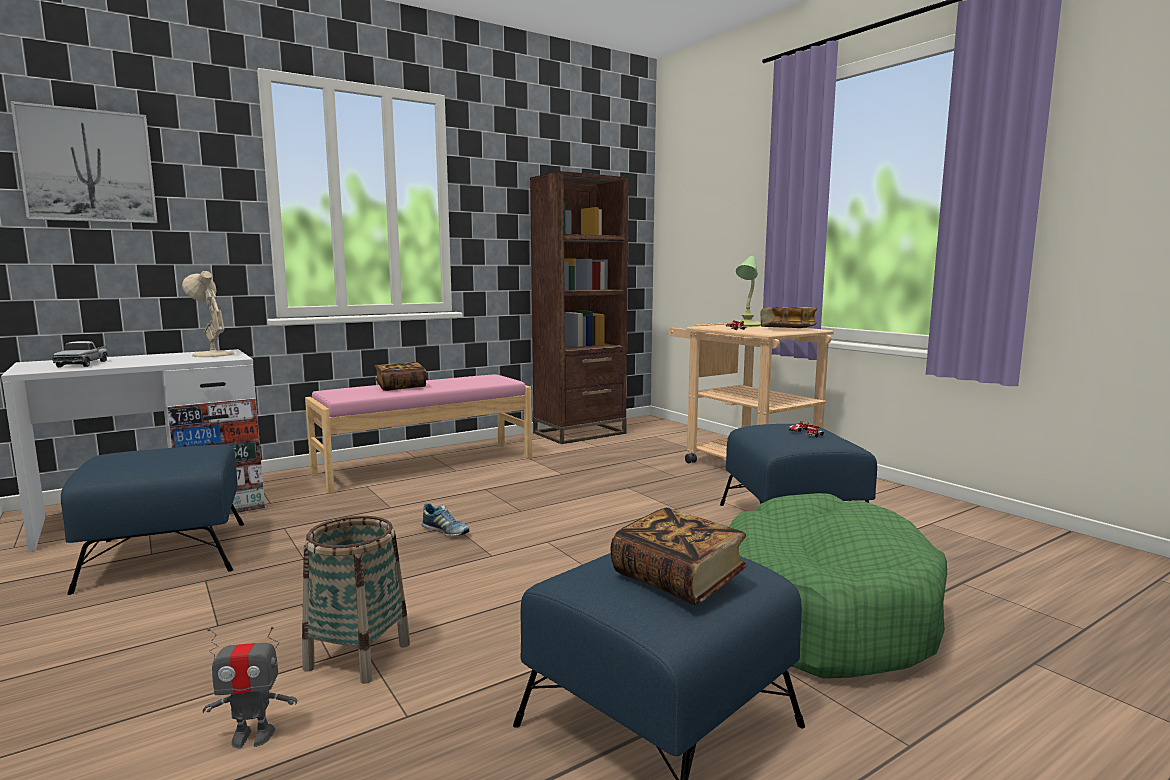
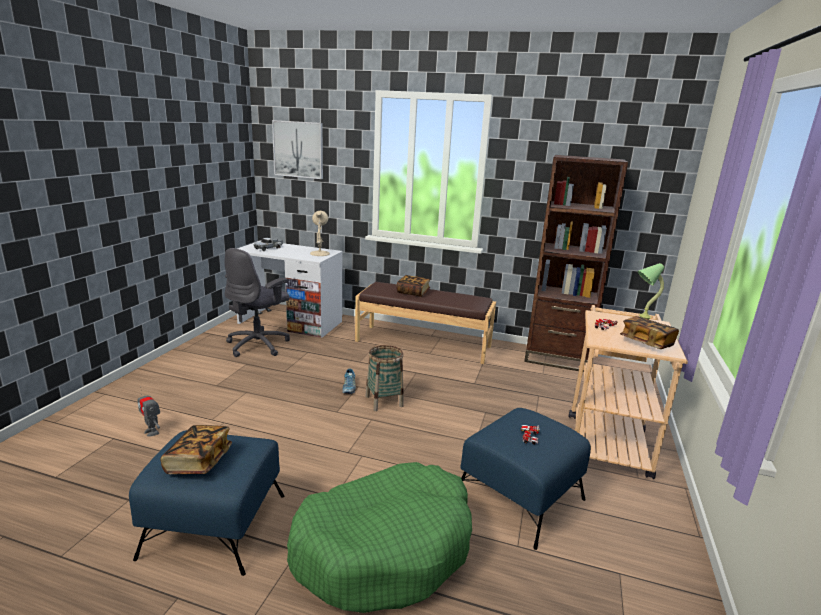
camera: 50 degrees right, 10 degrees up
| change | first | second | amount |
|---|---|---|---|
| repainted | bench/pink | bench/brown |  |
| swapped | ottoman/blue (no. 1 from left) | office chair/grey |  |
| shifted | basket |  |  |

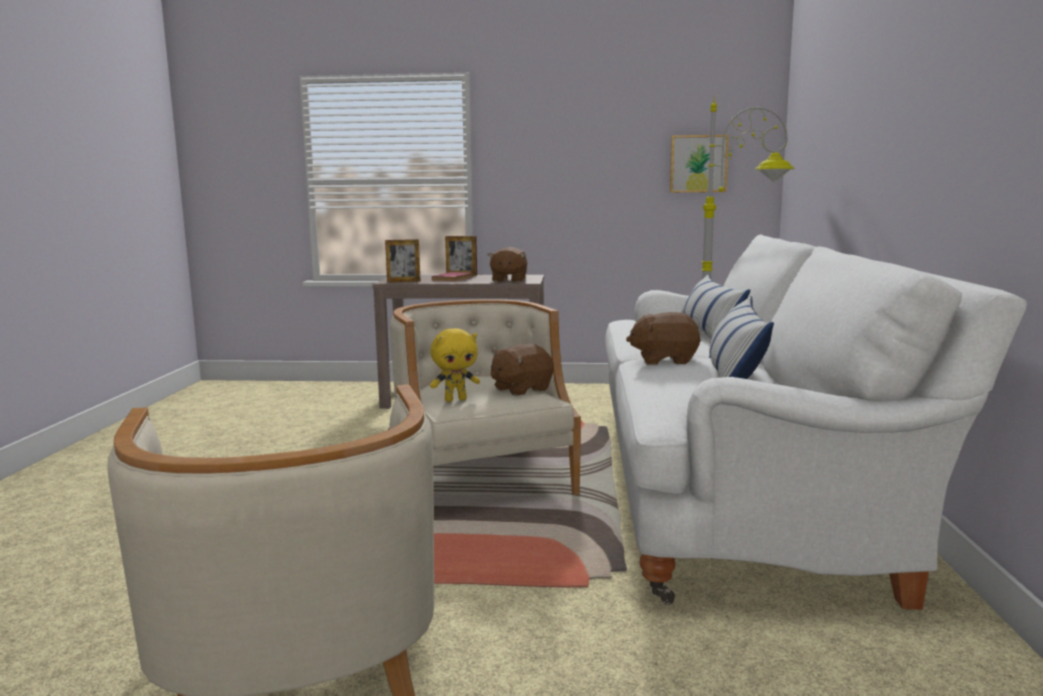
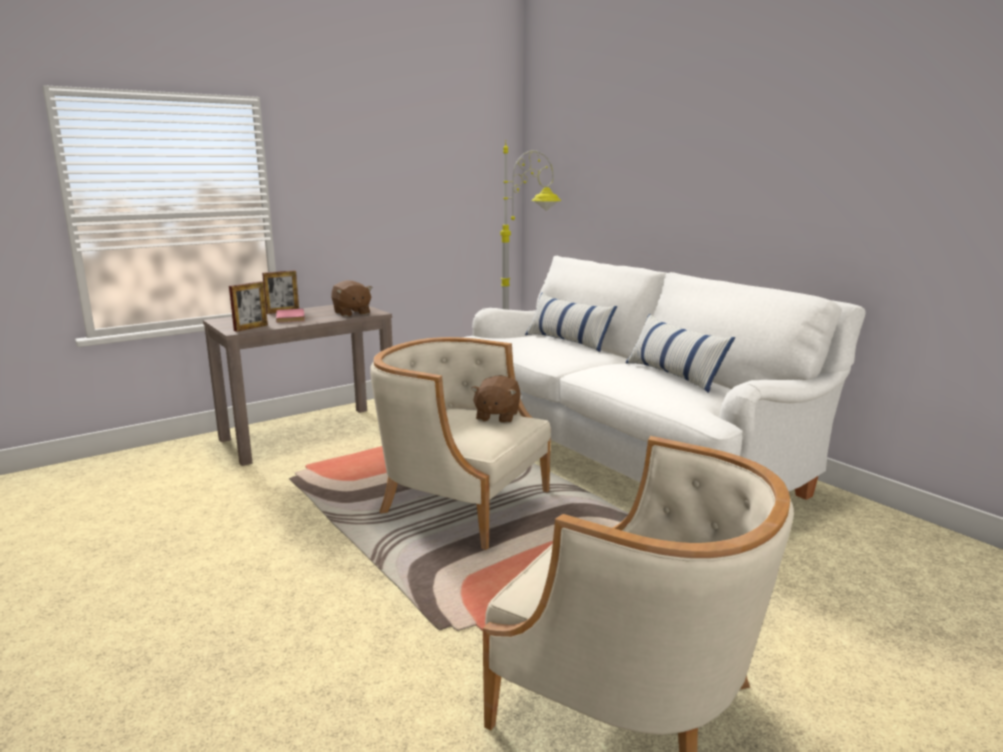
camera: 40 degrees left, 5 degrees up
| change | first | second | amount |
|---|---|---|---|
| gone | picture |  |  |
| gone | plush toy/brown (no. 3 from left) |  |  |
| gone | plush toy/yellow |  |  |

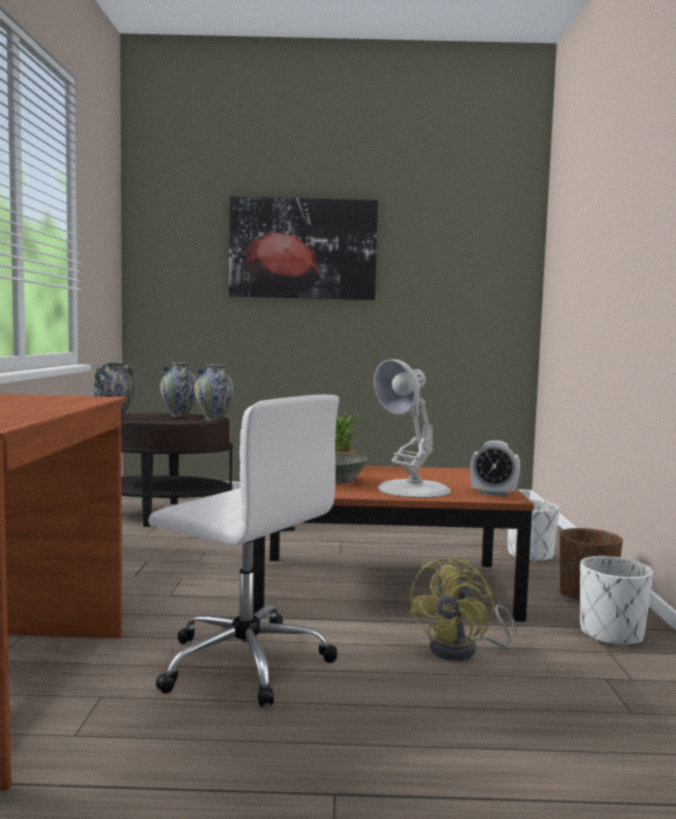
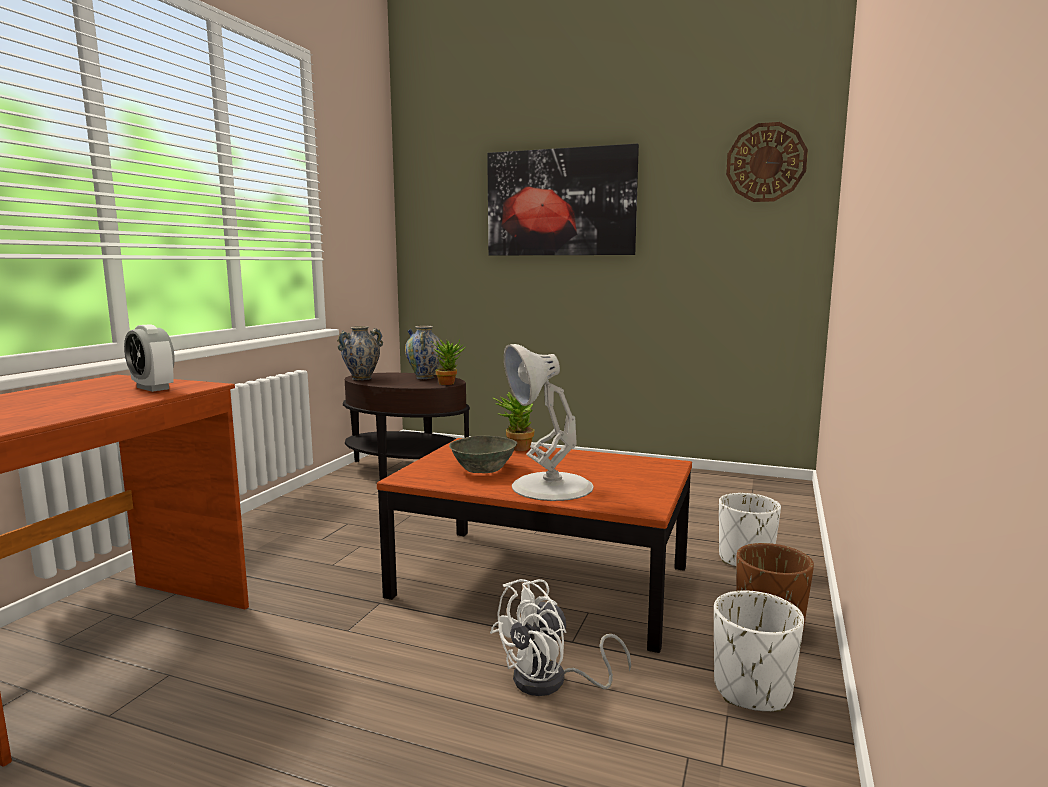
camera: 20 degrees right, 5 degrees up
| change | first | second | amount |
|---|---|---|---|
| swapped | vase (no. 3 from left) | potted plant (no. 1 from left) |  |
| gone | office chair/white |  |  |
| shifted | alarm clock |  |  |
| repainted | fan/yellow | fan/white |  |
| new |  | wall clock |  |

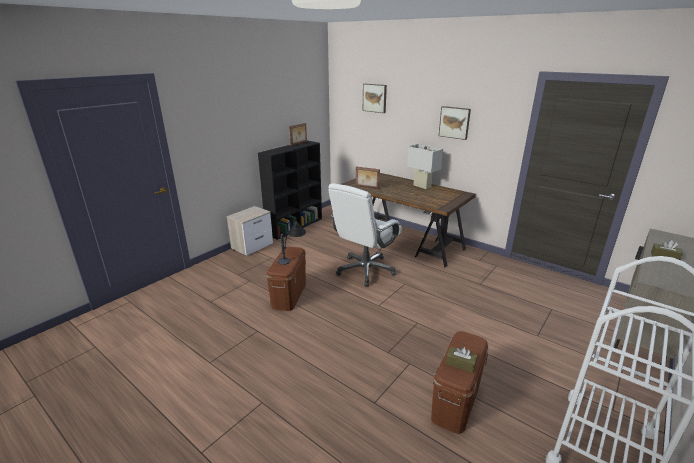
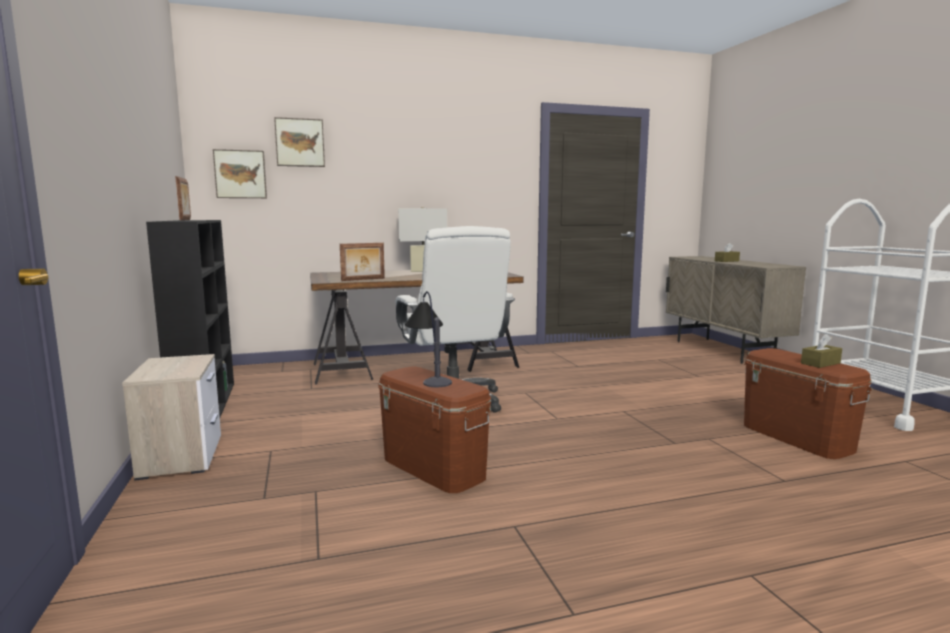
camera: 55 degrees left, 15 degrees down
| change | first | second | amount |
|---|---|---|---|
| shifted | picture (no. 2 from left in the first image) | picture (no. 1 from left) |  |

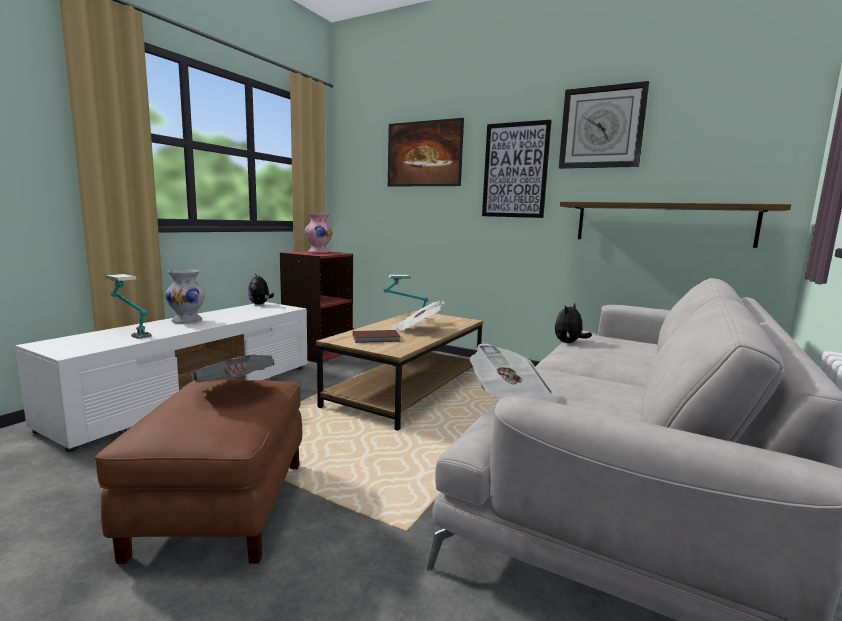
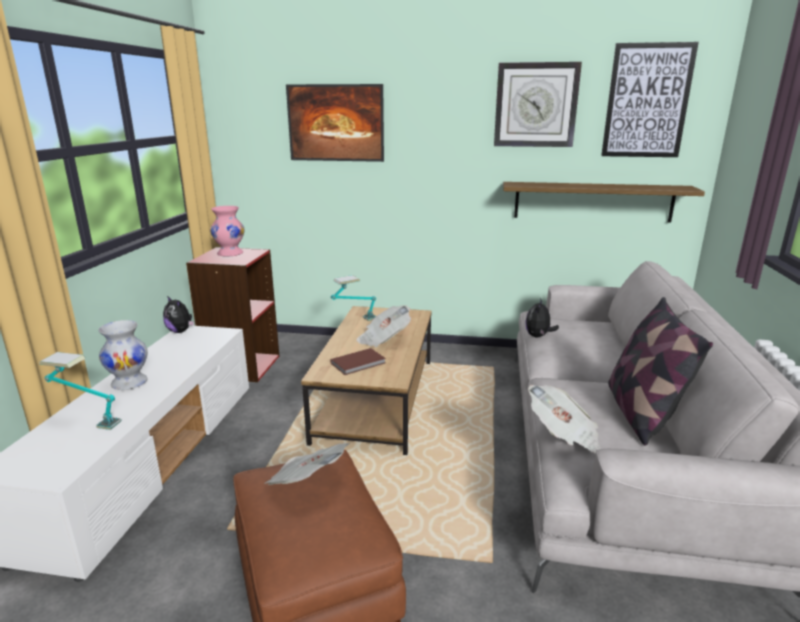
camera: 20 degrees left, 10 degrees up
| change | first | second | amount |
|---|---|---|---|
| shifted | picture (no. 2 from left) |  |  |
| new |  | pillow |  |

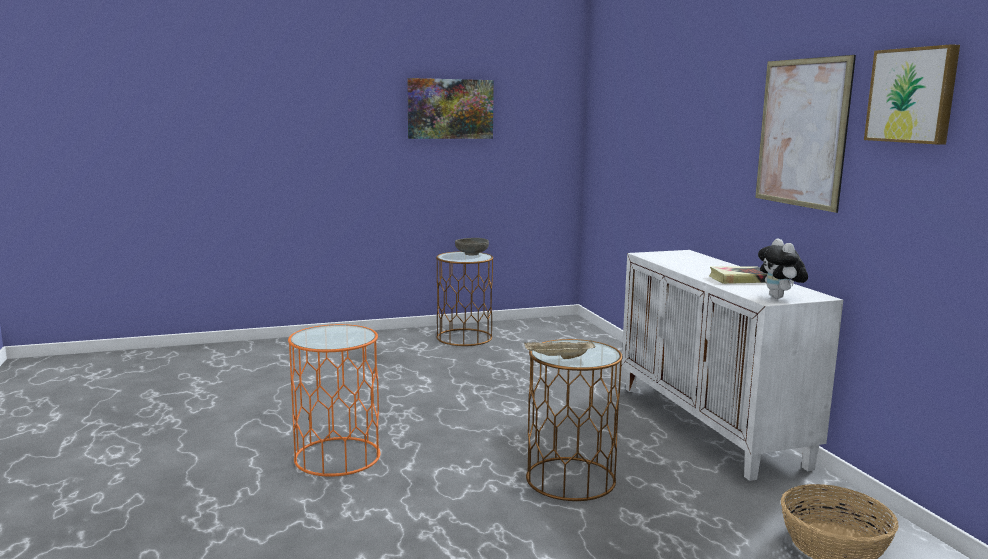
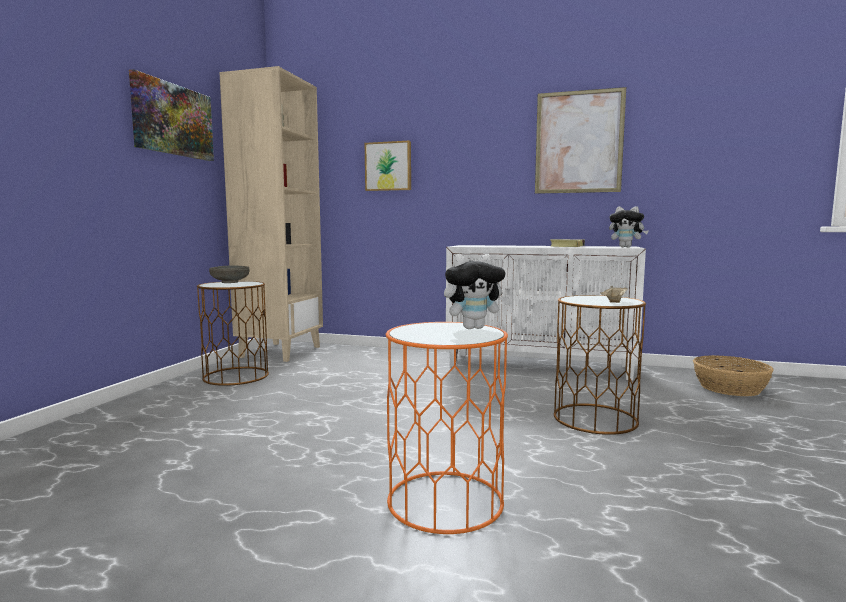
camera: 55 degrees left, 5 degrees down
| change | first | second | amount |
|---|---|---|---|
| shifted | picture (no. 3 from left in the first image) | picture (no. 2 from left) |  |
| new |  | bookcase/beige |  |
| new |  | plush toy (no. 1 from left) |  |

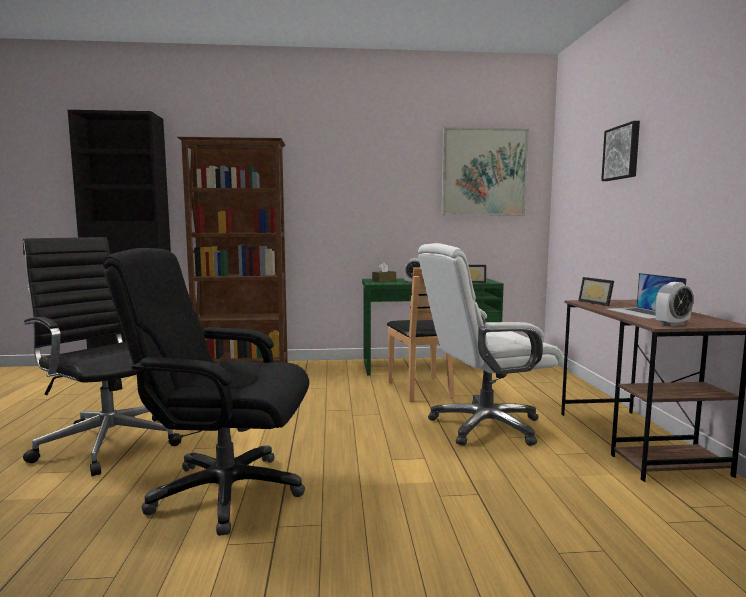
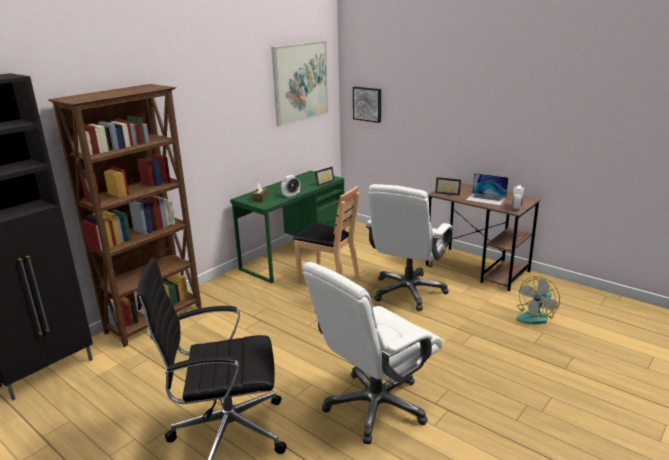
camera: 45 degrees left, 15 degrees up
| change | first | second | amount |
|---|---|---|---|
| shifted | picture (no. 2 from left) |  |  |
| repainted | office chair/black (no. 2 from left) | office chair/white (no. 1 from left) |  |
| new |  | fan |  |

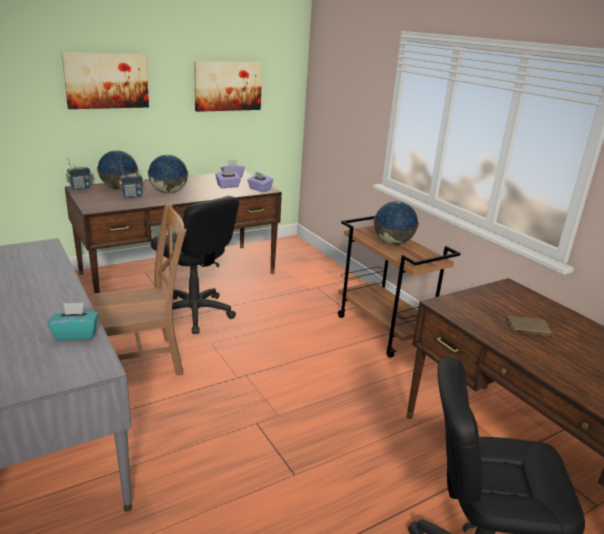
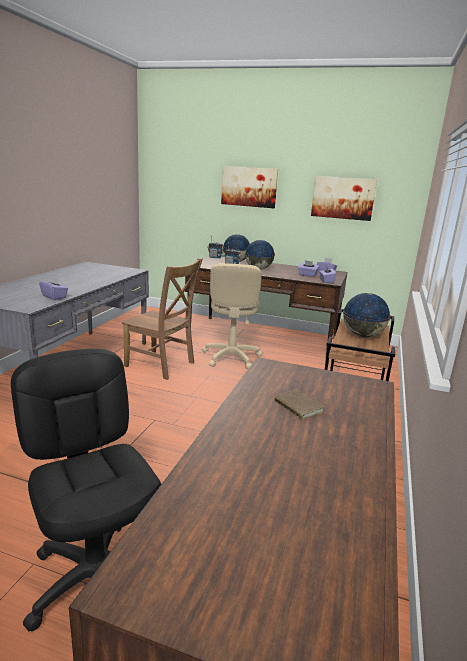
camera: 50 degrees right, 5 degrees down
| change | first | second | amount |
|---|---|---|---|
| repainted | office chair/black (no. 1 from left) | office chair/beige |  |
| repainted | tissue box/turquoise | tissue box/purple (no. 1 from left) |  |

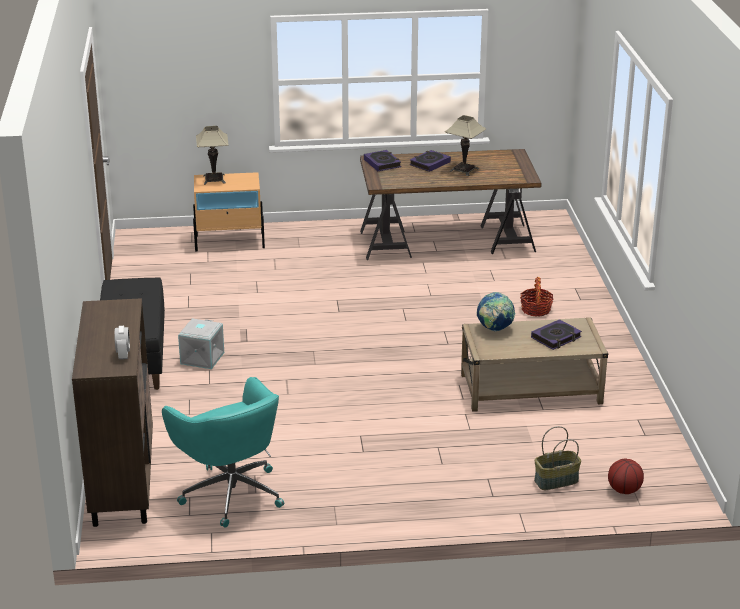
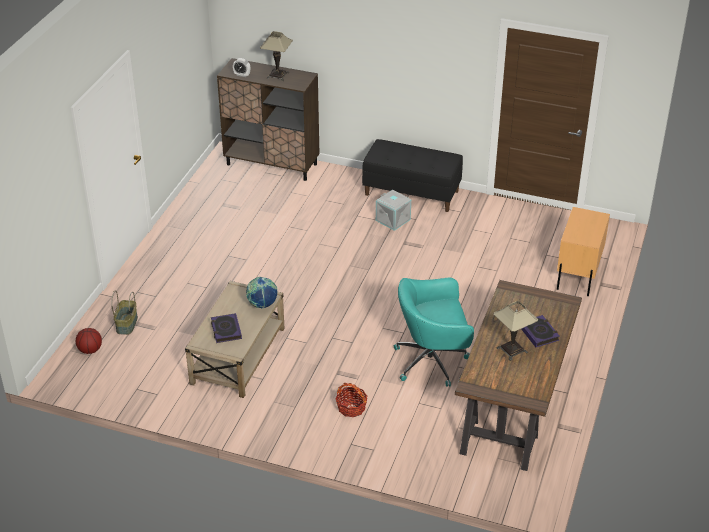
camera: 115 degrees right, 10 degrees up
| change | first | second | amount |
|---|---|---|---|
| shifted | table lamp (no. 1 from left) |  |  |
| gone | book (no. 1 from left) |  |  |
| shifted | office chair/turquoise |  |  |

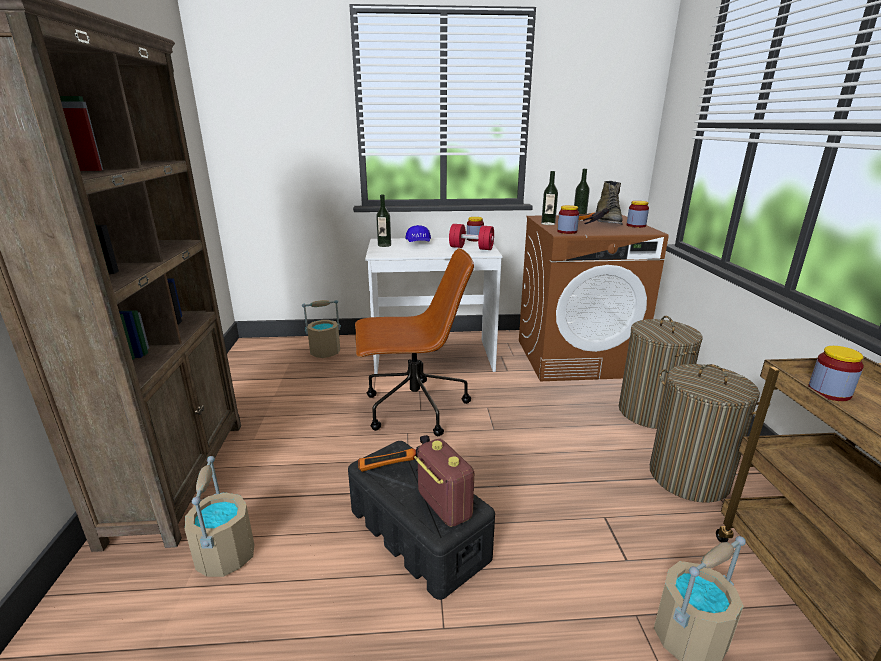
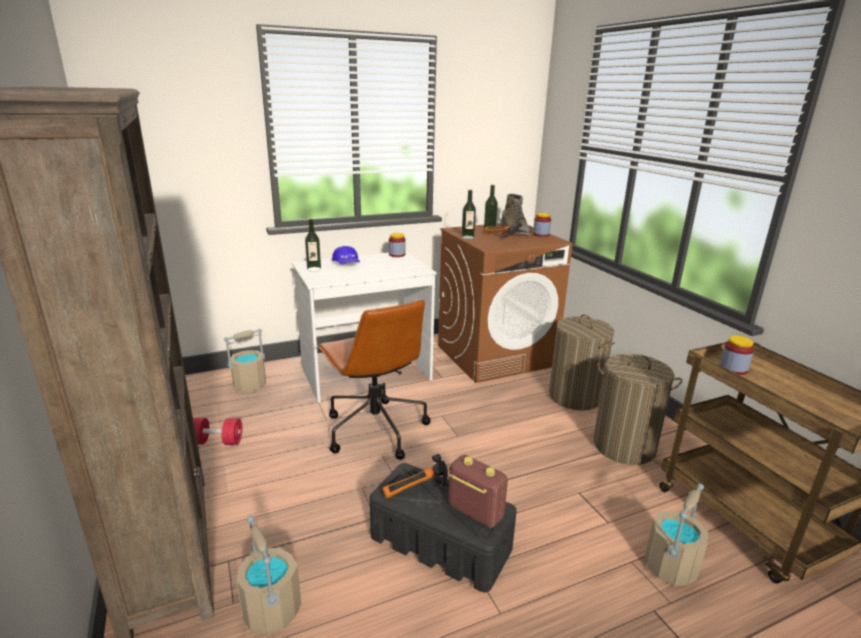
camera: 20 degrees left, 0 degrees up
| change | first | second | amount |
|---|---|---|---|
| gone | jar (no. 2 from left) |  |  |
| shifted | dumbbell/red |  |  |
| rotated | office chair/brown |  | 90 degrees clockwise |

